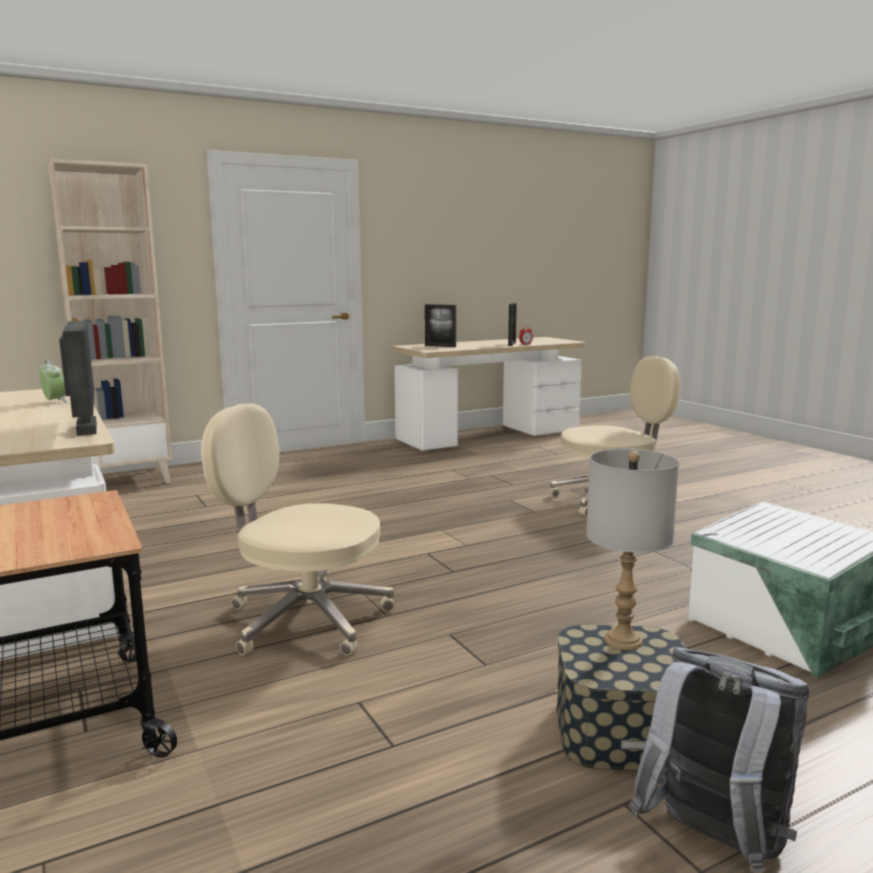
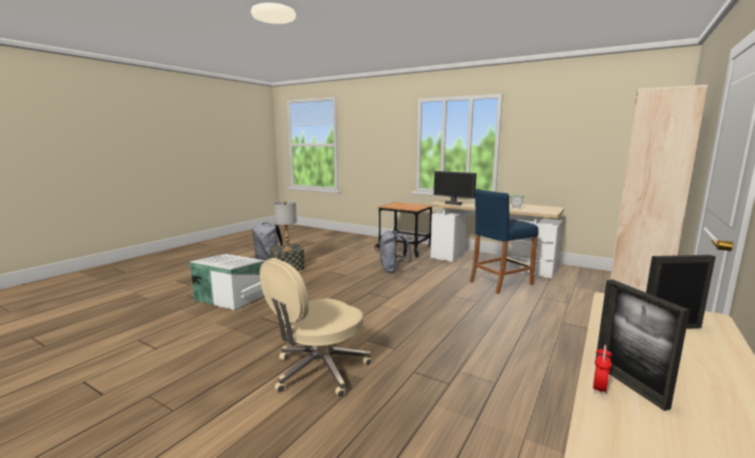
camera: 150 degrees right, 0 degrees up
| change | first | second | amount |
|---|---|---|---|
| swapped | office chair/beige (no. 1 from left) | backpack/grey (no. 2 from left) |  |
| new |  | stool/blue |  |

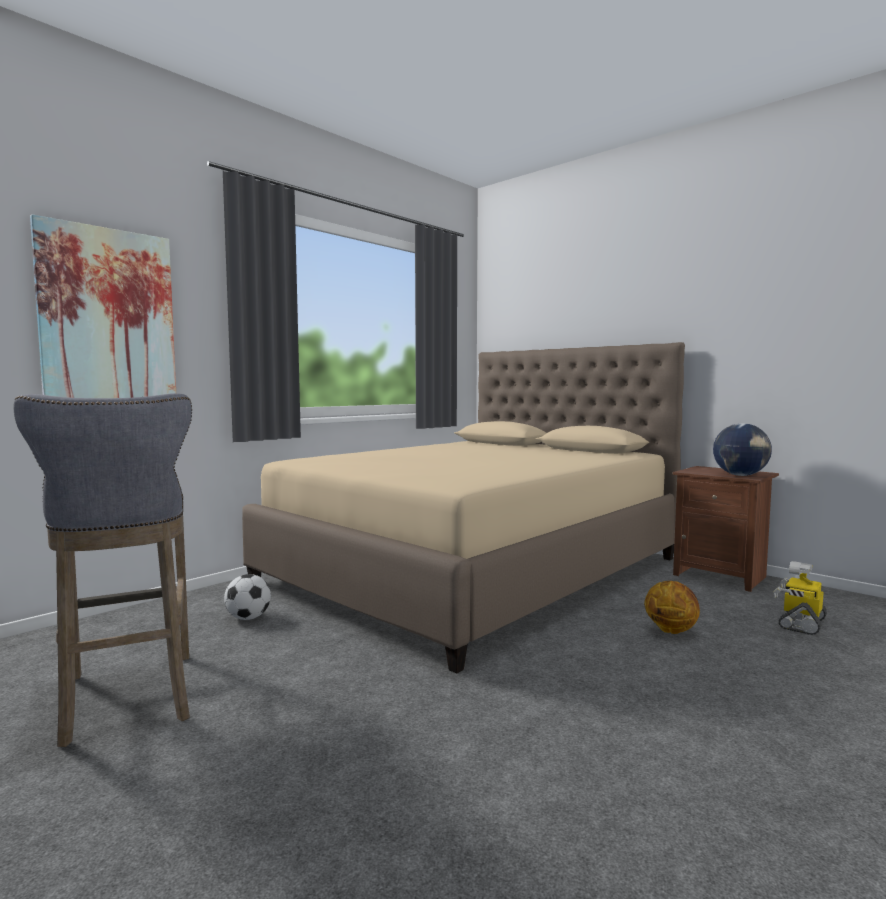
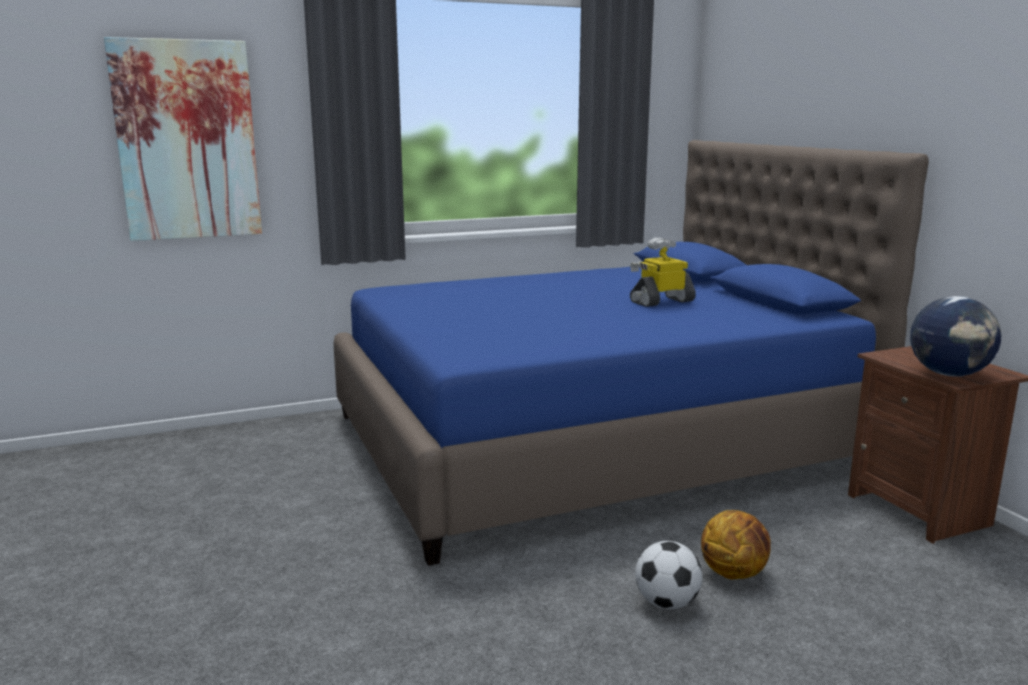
camera: 25 degrees right, 10 degrees up
| change | first | second | amount |
|---|---|---|---|
| repainted | bed/beige | bed/blue |  |
| gone | stool/grey |  |  |
| shifted | toy robot |  |  |
| shifted | football |  |  |

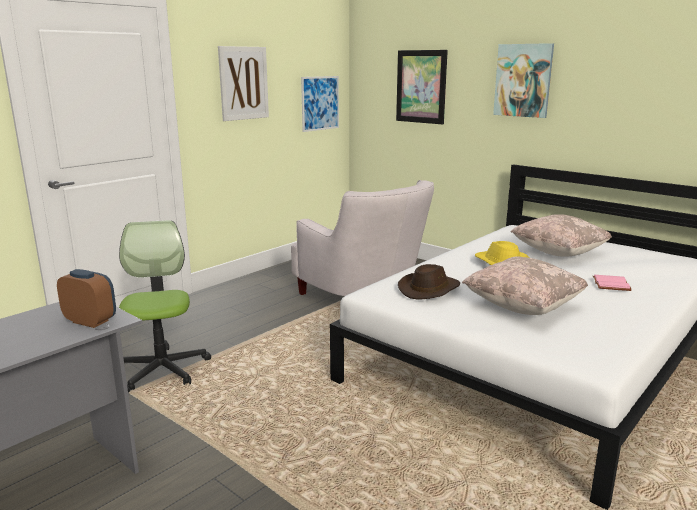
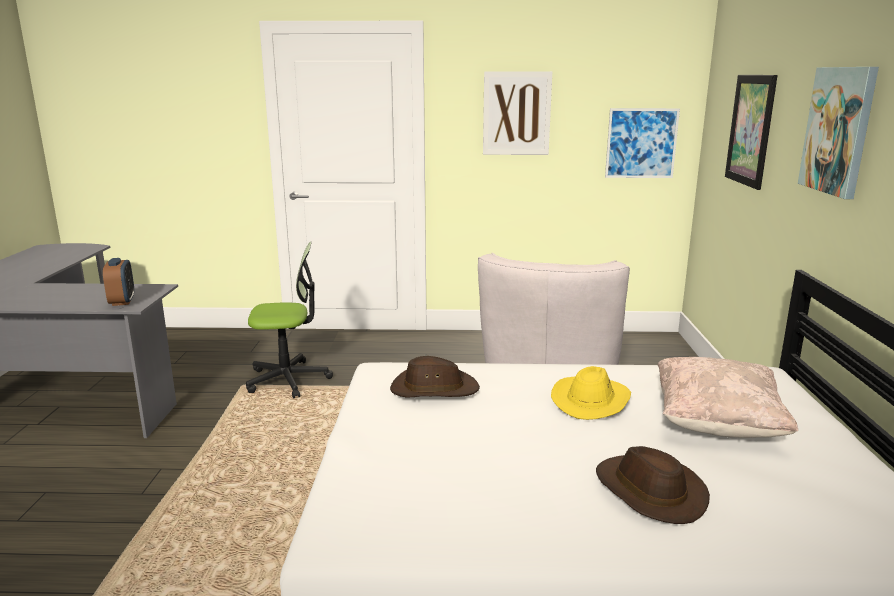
camera: 50 degrees right, 0 degrees up
| change | first | second | amount |
|---|---|---|---|
| rotated | office chair |  | 45 degrees clockwise |
| gone | pillow/beige (no. 1 from left) |  |  |
| swapped | book/pink | hat/brown (no. 2 from left) |  |

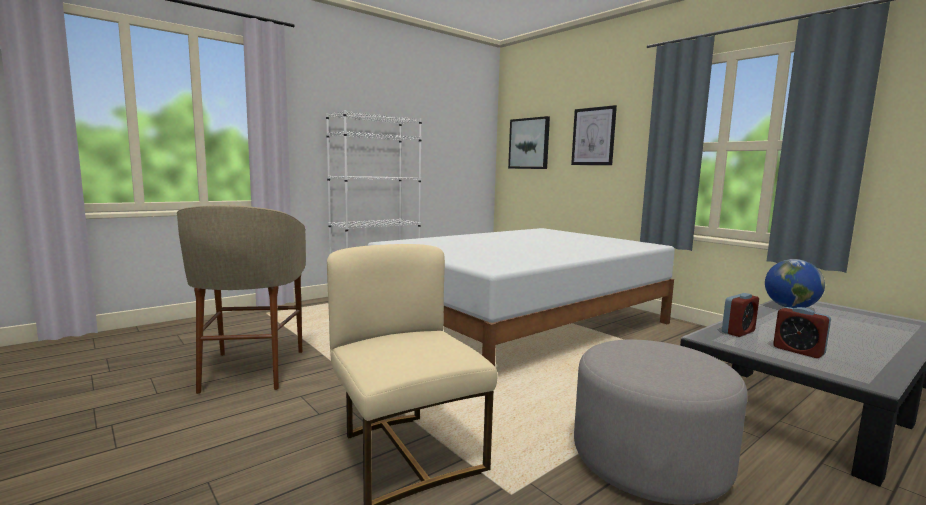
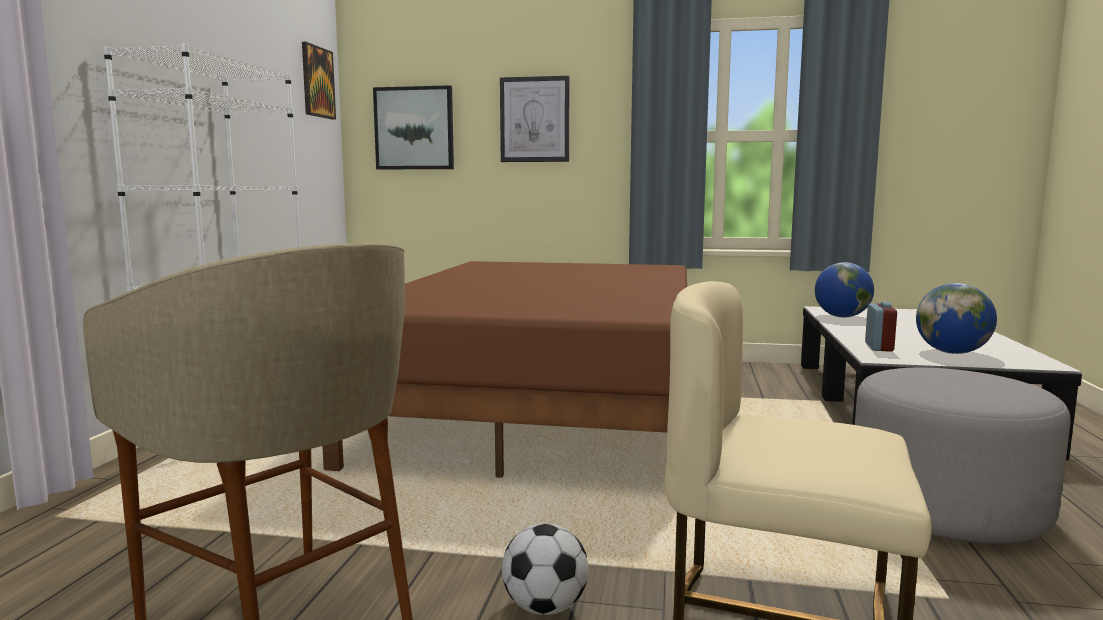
camera: 40 degrees left, 0 degrees up
| change | first | second | amount |
|---|---|---|---|
| repainted | bed/white | bed/brown |  |
| swapped | alarm clock (no. 2 from left) | globe (no. 2 from left) |  |
| new |  | picture (no. 1 from left) |  |
| new |  | football |  |

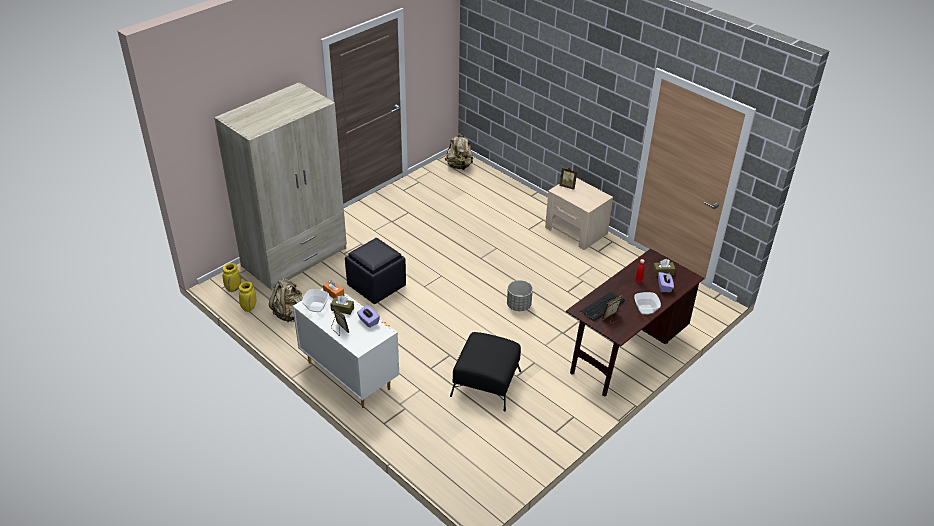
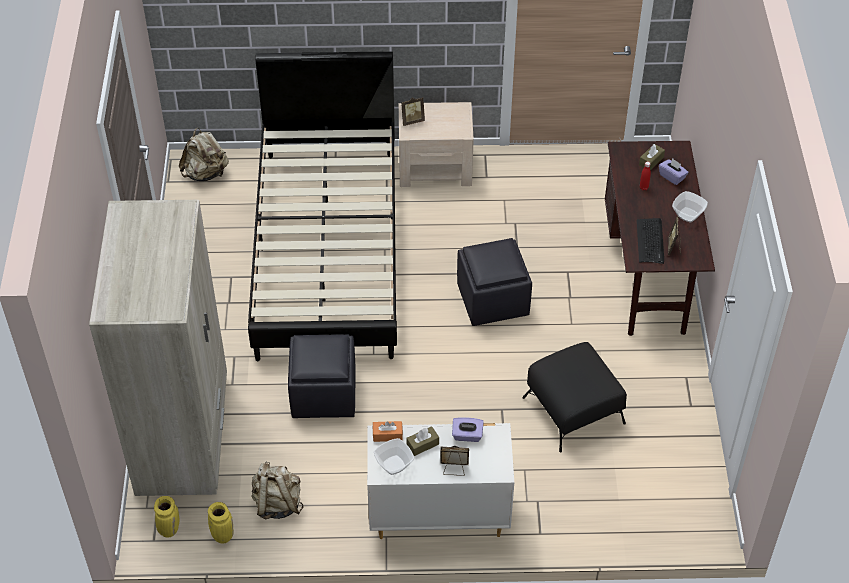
camera: 45 degrees left, 10 degrees up
| change | first | second | amount |
|---|---|---|---|
| swapped | planter/grey | ottoman/black (no. 2 from left) |  |
| new |  | bed/black |  |

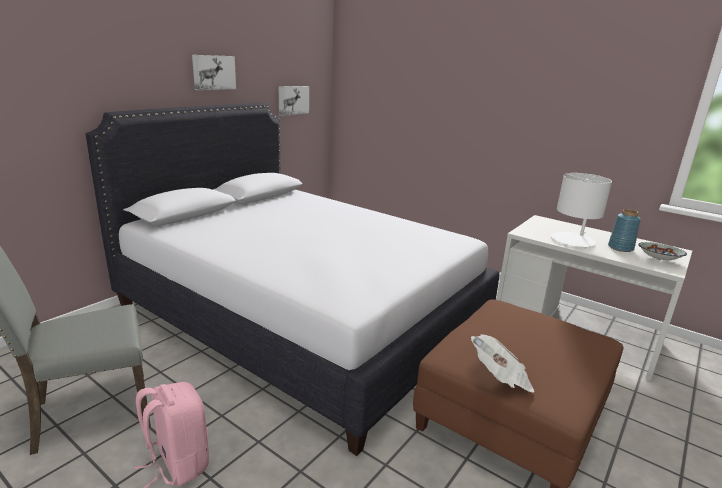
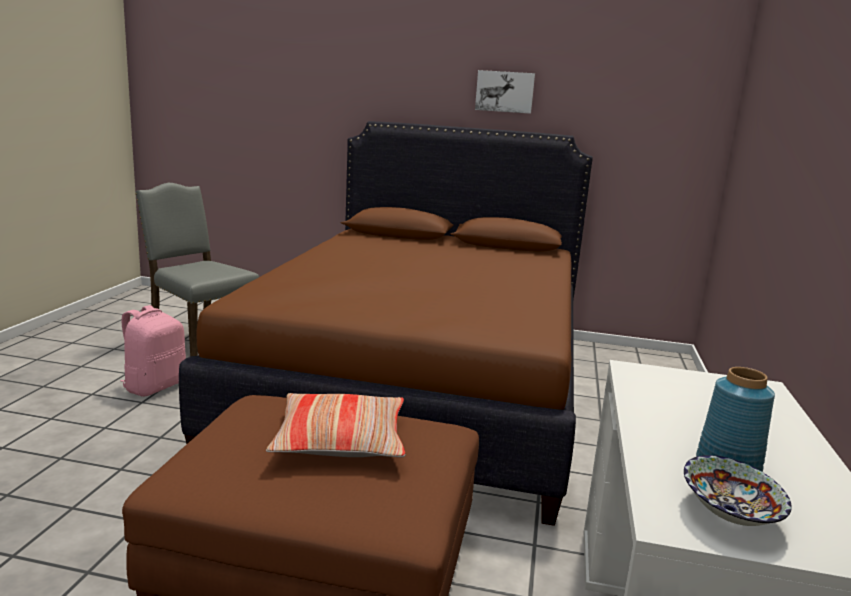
camera: 65 degrees right, 5 degrees down
| change | first | second | amount |
|---|---|---|---|
| gone | picture (no. 2 from left) |  |  |
| repainted | bed/white | bed/brown |  |
| gone | table lamp/white |  |  |
| gone | newspaper |  |  |
| new |  | pillow |  |

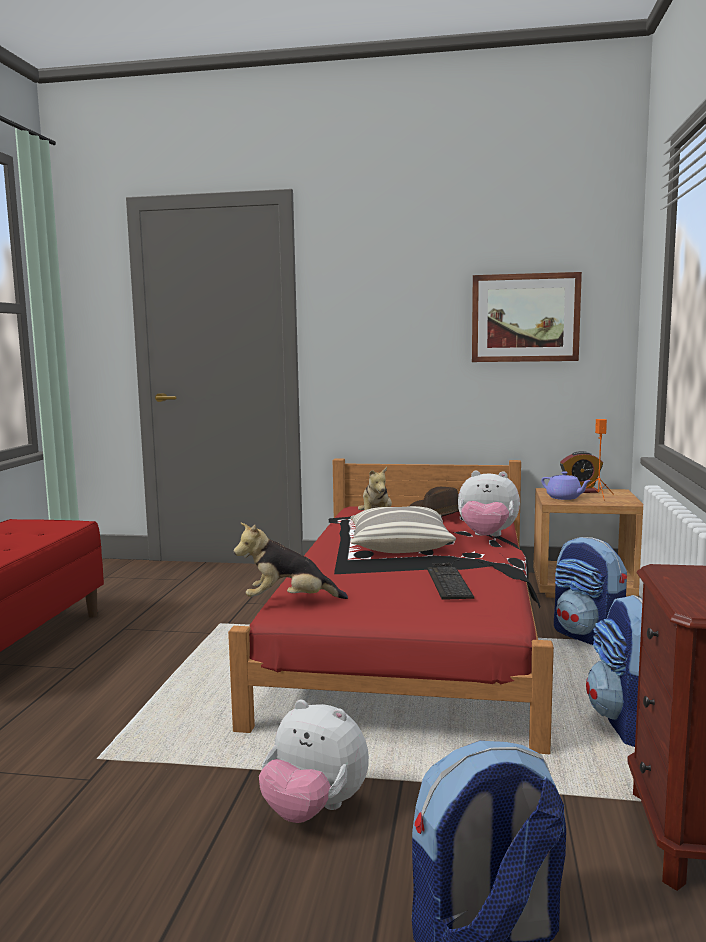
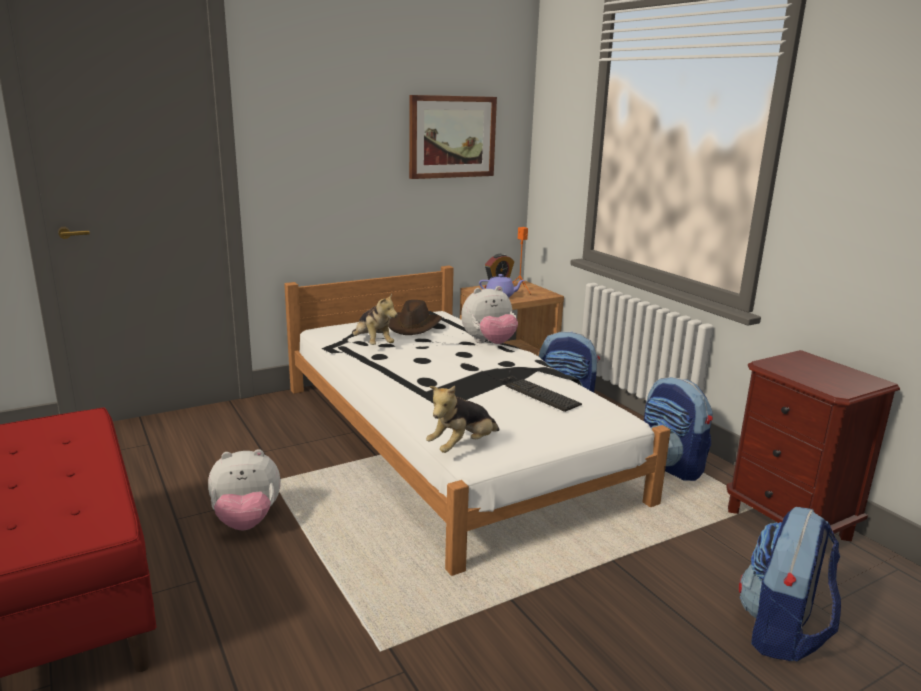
camera: 40 degrees left, 10 degrees up
| change | first | second | amount |
|---|---|---|---|
| repainted | bed/red | bed/white |  |
| gone | pillow |  |  |
| shifted | plush toy (no. 2 from left in the first image) | plush toy (no. 1 from left) |  |

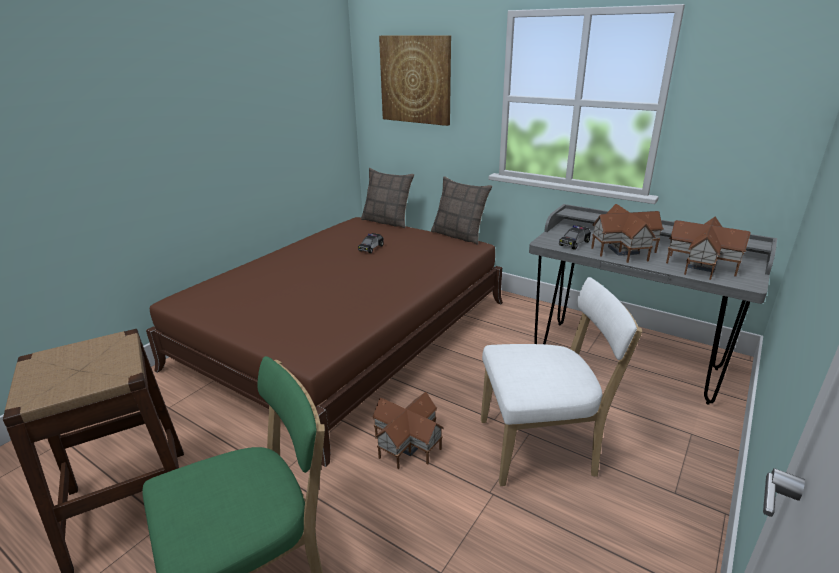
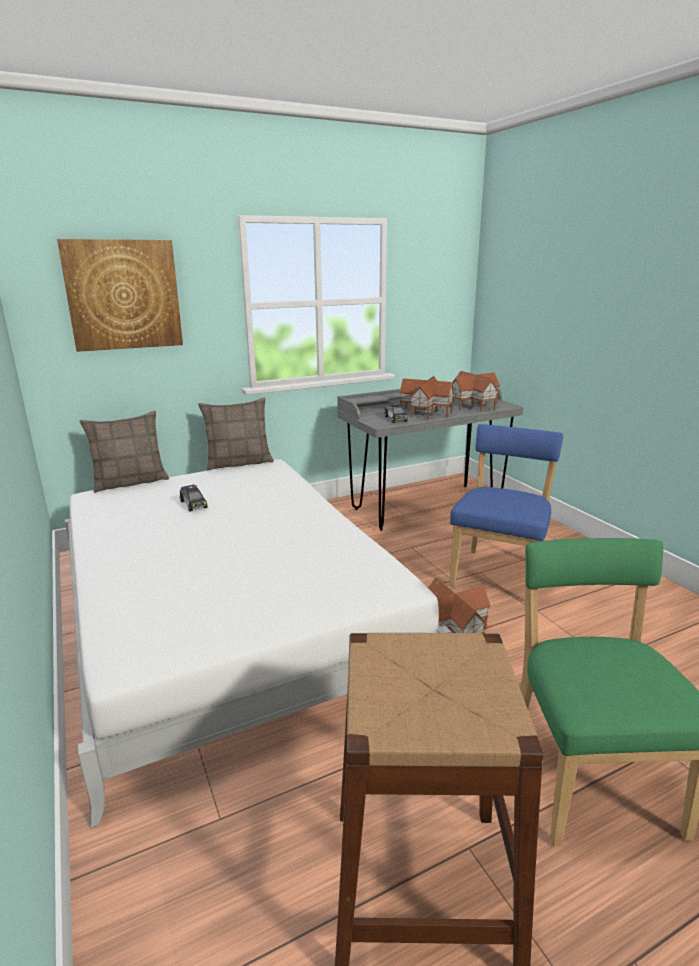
camera: 60 degrees left, 5 degrees down
| change | first | second | amount |
|---|---|---|---|
| repainted | bed/brown | bed/white |  |
| repainted | chair/white | chair/blue |  |

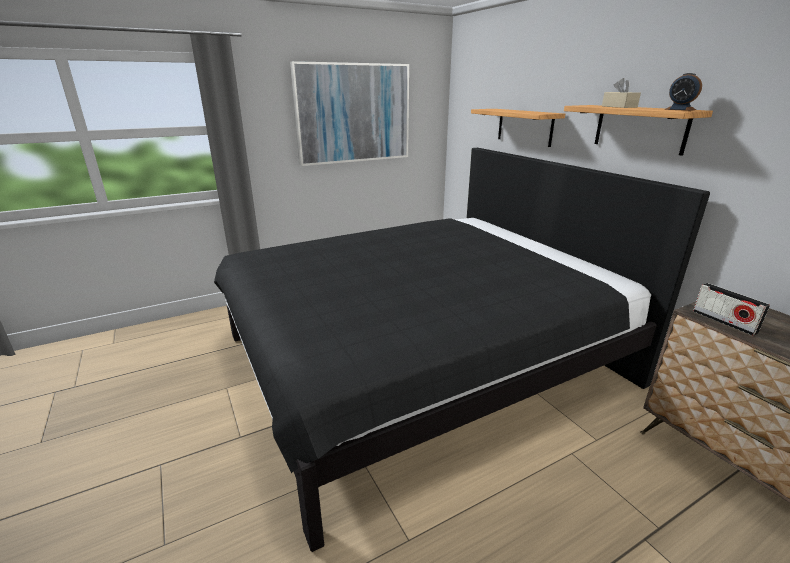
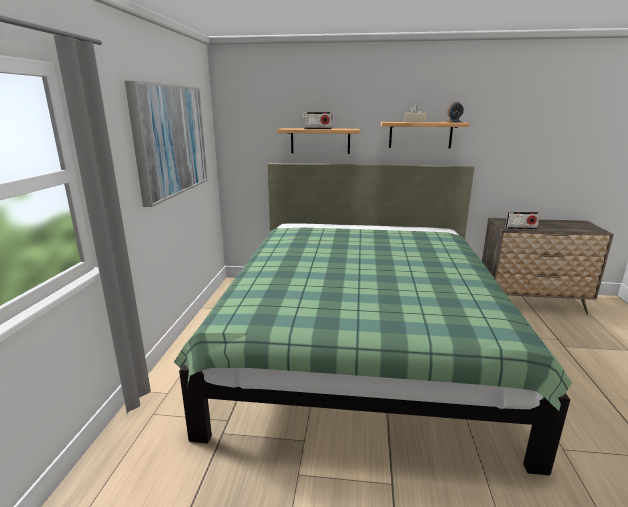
camera: 55 degrees left, 5 degrees down
| change | first | second | amount |
|---|---|---|---|
| repainted | bed/black | bed/green |  |
| new |  | radio (no. 1 from left) |  |

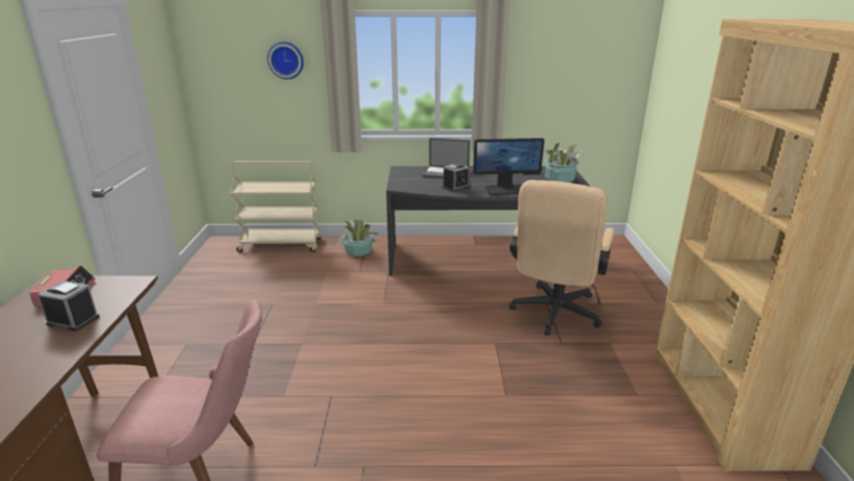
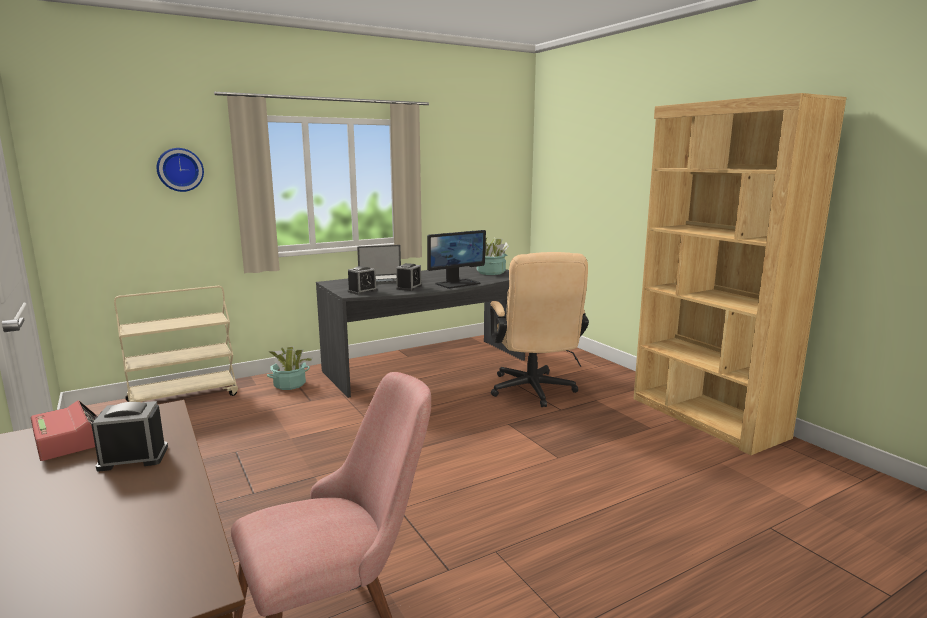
camera: 30 degrees left, 10 degrees down
| change | first | second | amount |
|---|---|---|---|
| new |  | alarm clock (no. 3 from left) |  |

